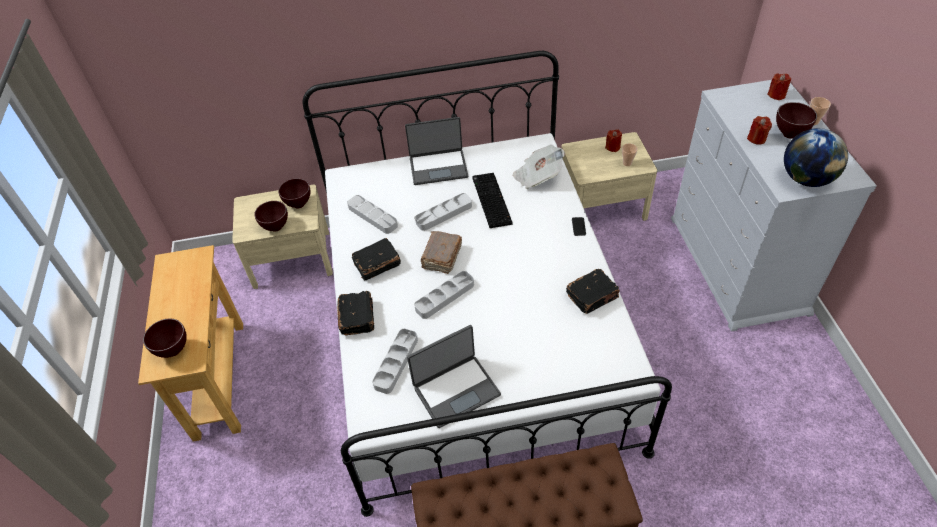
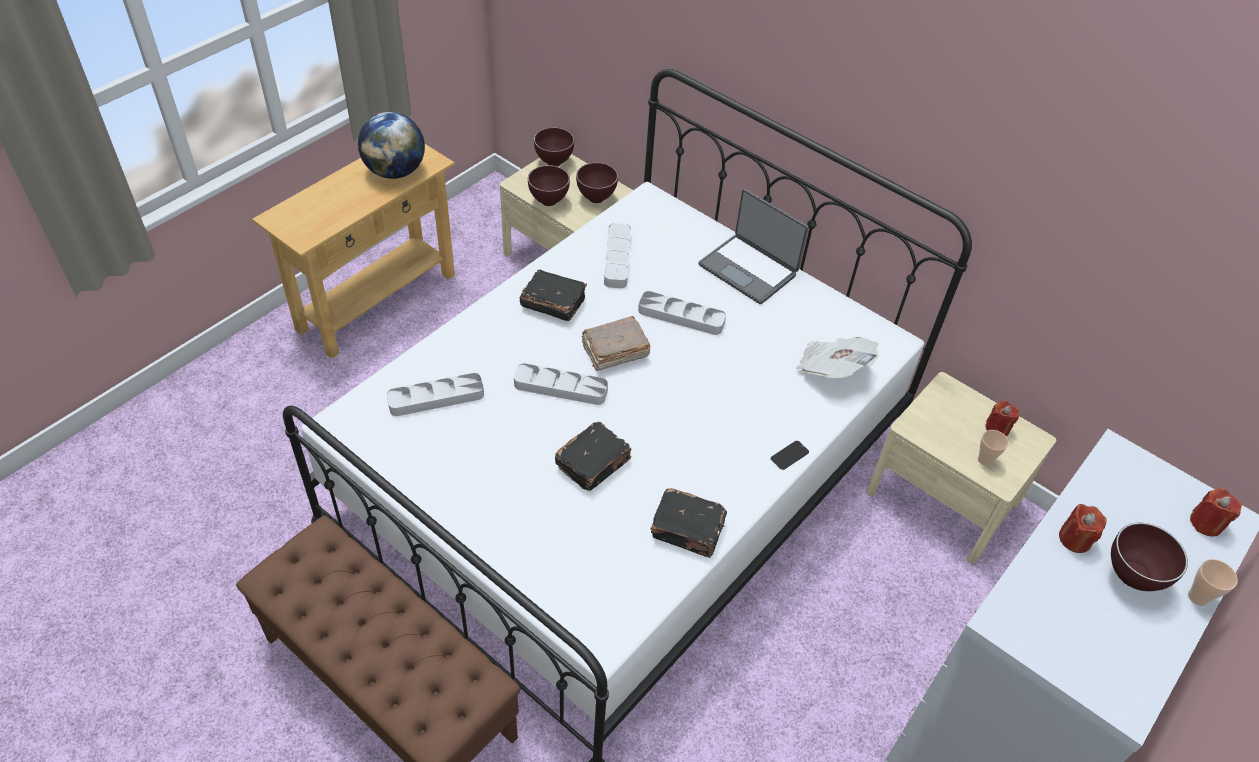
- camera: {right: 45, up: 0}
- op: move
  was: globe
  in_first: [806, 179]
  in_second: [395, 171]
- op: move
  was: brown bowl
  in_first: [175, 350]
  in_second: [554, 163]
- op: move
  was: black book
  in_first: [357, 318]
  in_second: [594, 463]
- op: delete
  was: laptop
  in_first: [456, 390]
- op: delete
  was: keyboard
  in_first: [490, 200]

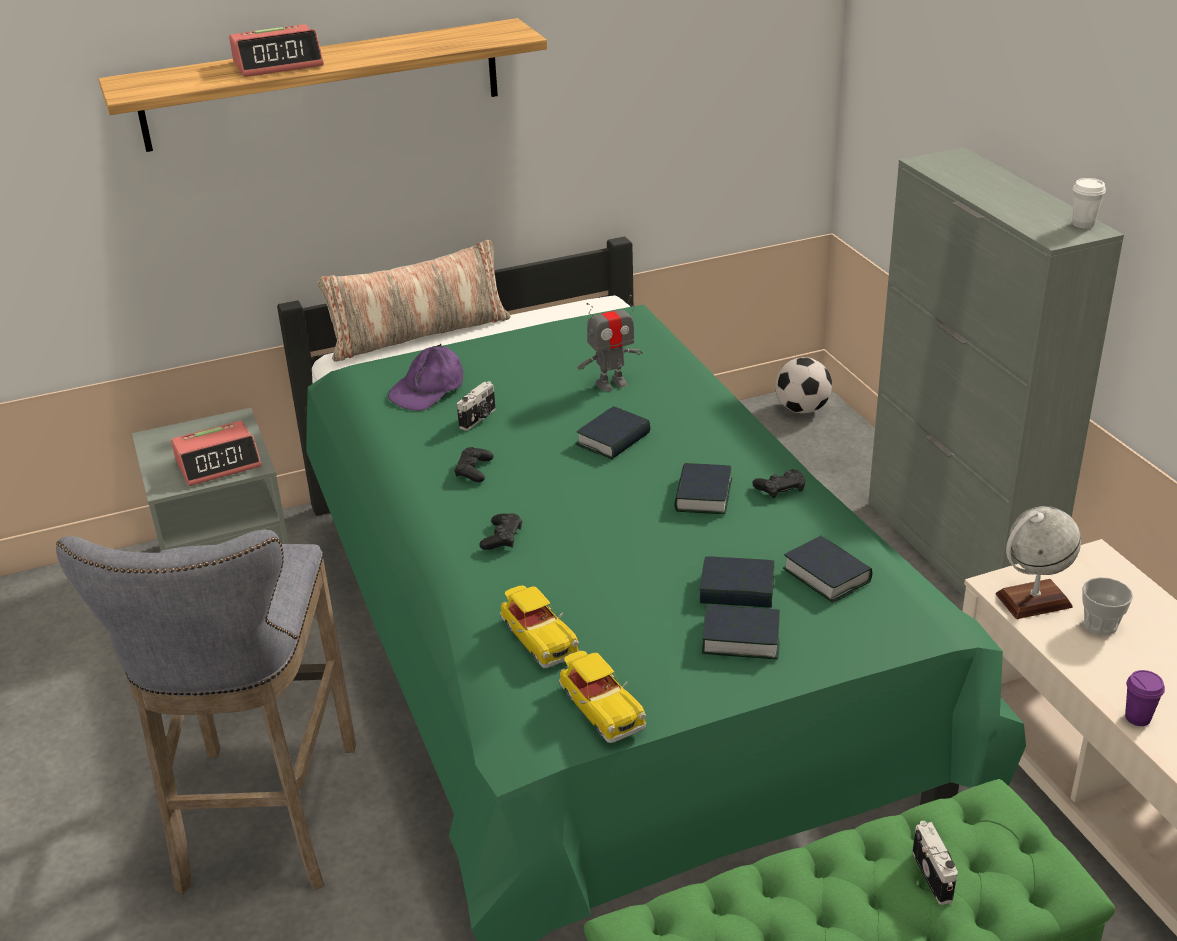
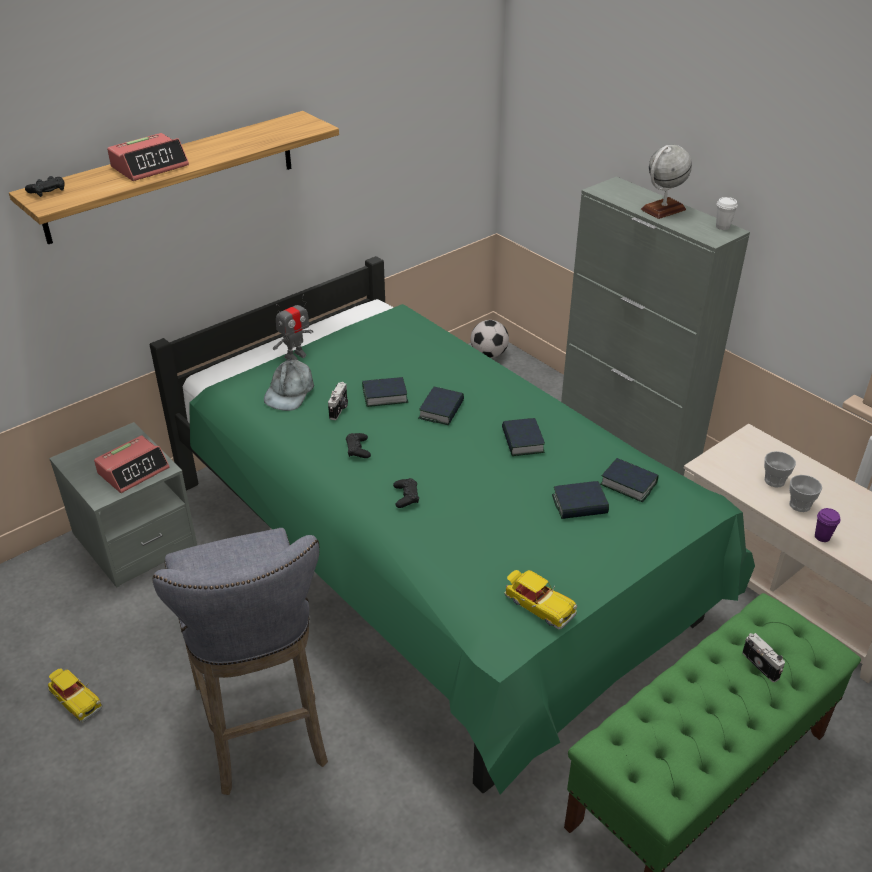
- camera: {right: -20, up: 5}
- op: move
  was: black game controller
  in_first: [780, 488]
  in_second: [47, 191]
- op: move
  was: toy car
  in_first: [538, 637]
  in_second: [75, 699]
- op: recolor
  was: purple cap
  now: grey cap
  in_first: [428, 389]
  in_second: [290, 392]
- op: move
  was: toy robot
  in_first: [611, 383]
  in_second: [295, 355]
- op: move
  was: book
  in_first: [740, 638]
  in_second: [385, 396]
- op: move
  was: globe
  in_first: [1033, 600]
  in_second: [663, 209]
- op: insert
  now: cup
  in_second: [799, 505]
- op: delete
  was: pillow
  in_first: [419, 334]

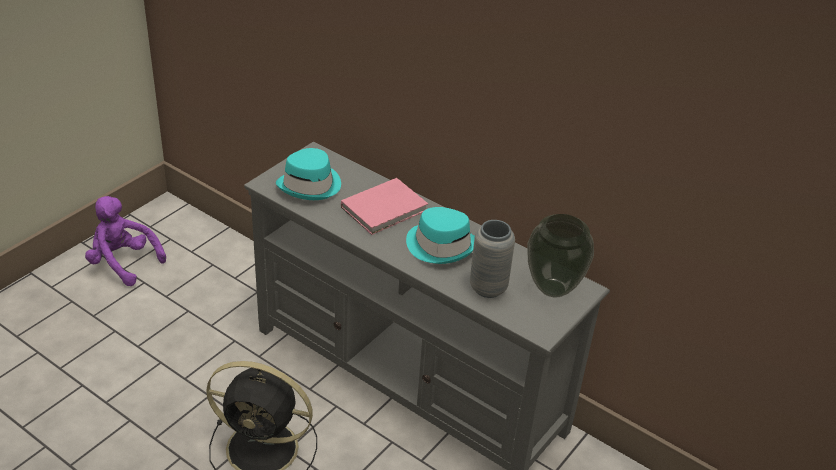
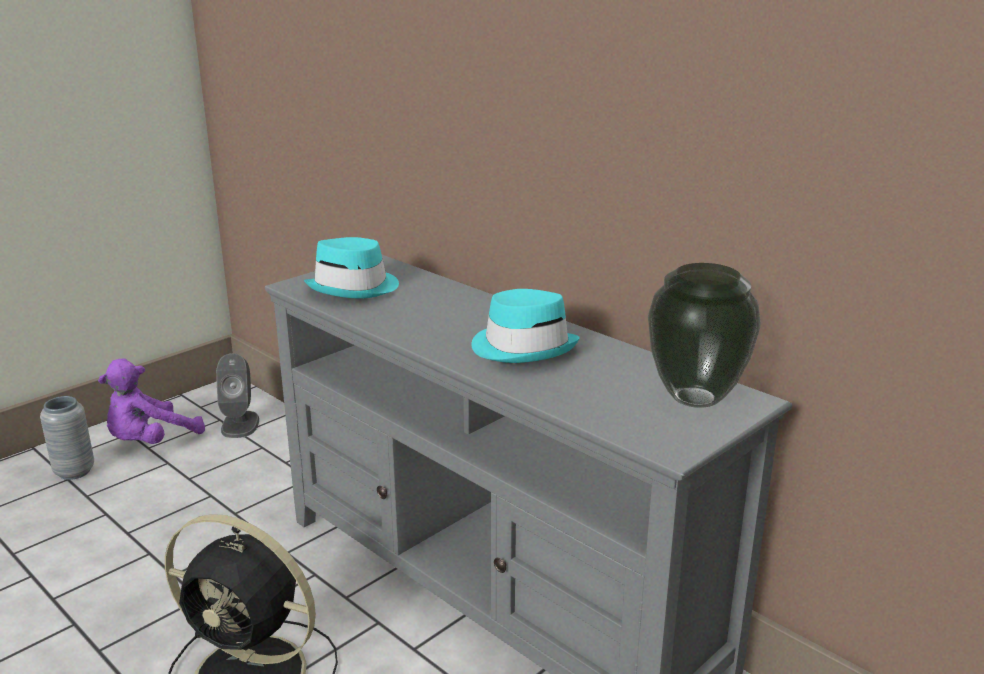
- camera: {right: 10, up: -15}
- op: move
  was: grey vase
  in_first: [488, 288]
  in_second: [74, 471]
- op: rotate
  was: purple plush toy
  in_first: [123, 263]
  in_second: [150, 442]
  clockwise: -90
- op: insert
  now: grey speaker
  in_second: [240, 424]
- op: delete
  was: pink book
  in_first: [386, 209]

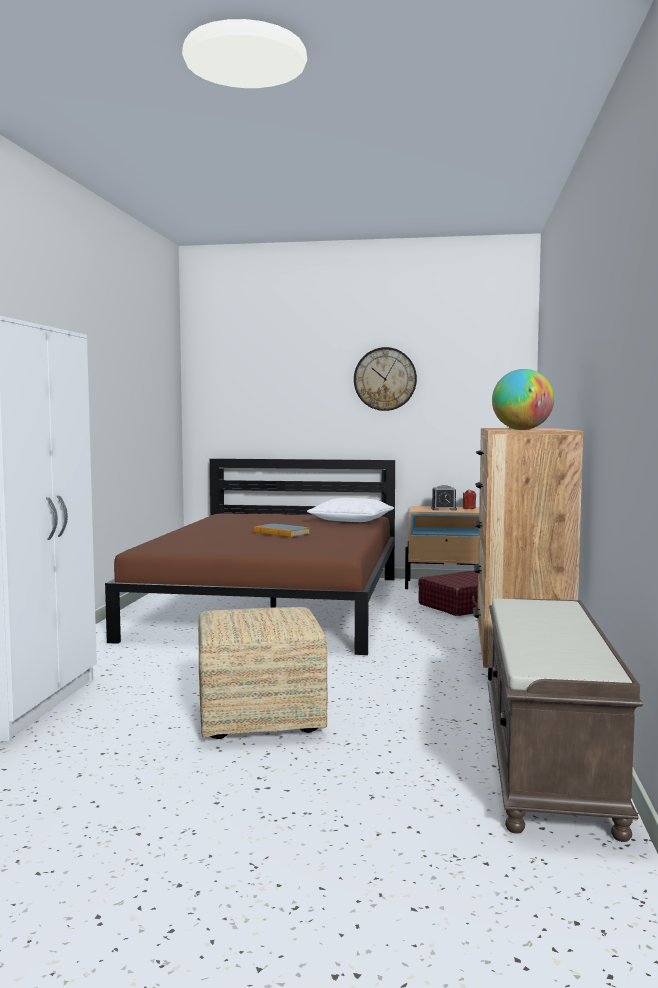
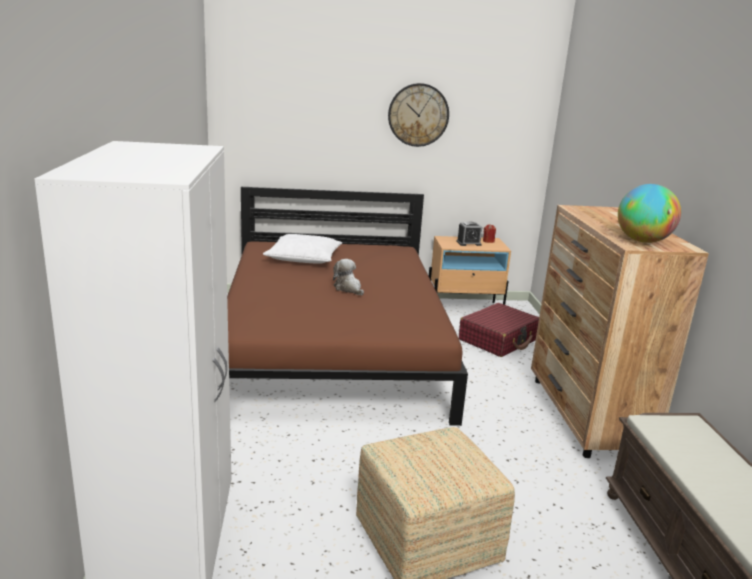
- camera: {right: -15, up: 15}
- op: move
  was: white pillow
  in_first: [351, 520]
  in_second: [303, 258]
- op: replace
  was: book
  now: plush toy
  in_first: [281, 533]
  in_second: [348, 288]

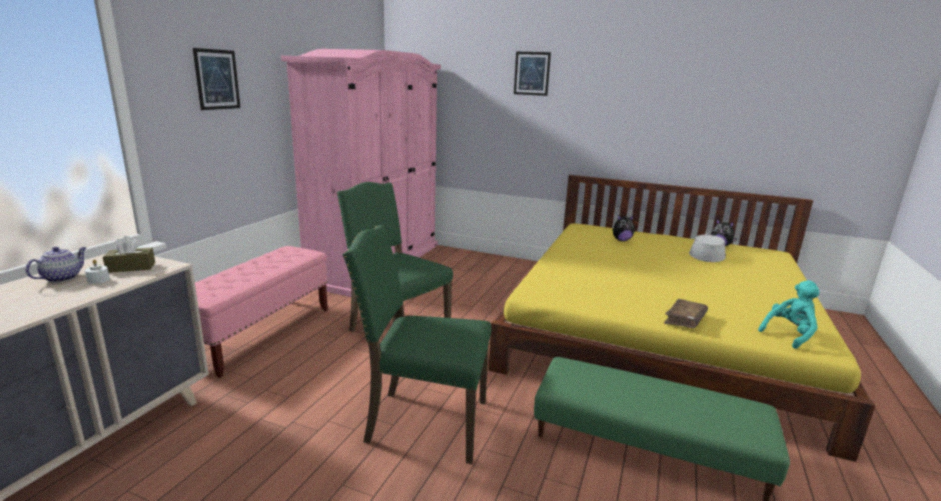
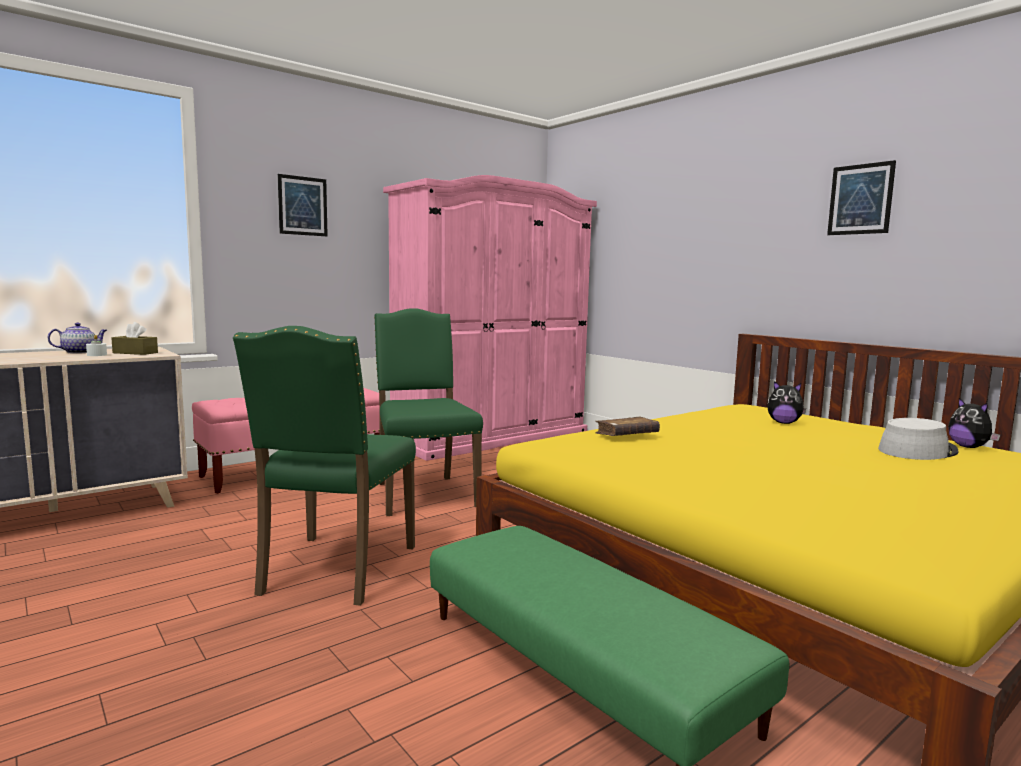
- camera: {right: 30, up: -10}
- op: rotate
  was: green chair
  in_first: [424, 422]
  in_second: [335, 570]
  clockwise: -120
- op: move
  was: brown book
  in_first: [685, 320]
  in_second: [626, 435]
- op: move
  was: picture
  in_first: [532, 73]
  in_second: [860, 199]
- op: delete
  was: turquoise plush toy
  in_first: [789, 334]

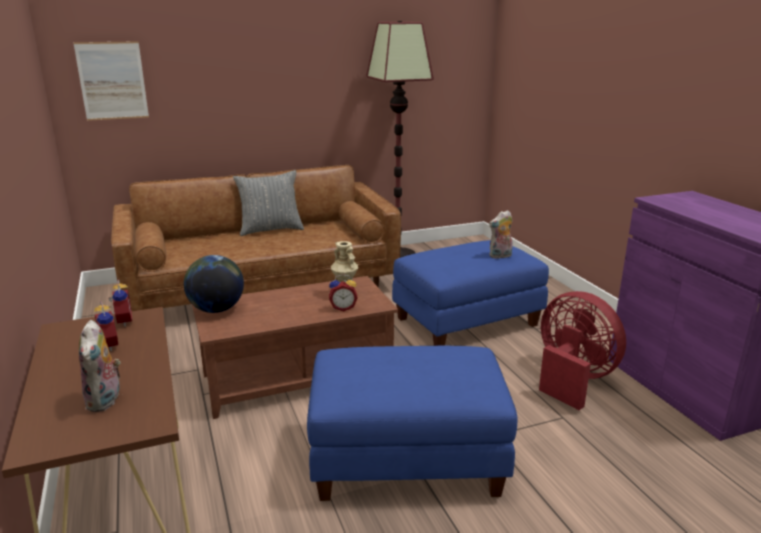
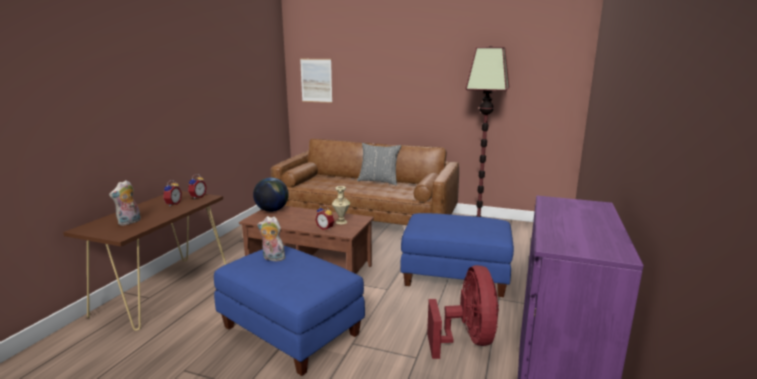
- camera: {right: 40, up: -5}
- op: move
  was: plush toy
  in_first: [500, 256]
  in_second: [272, 258]

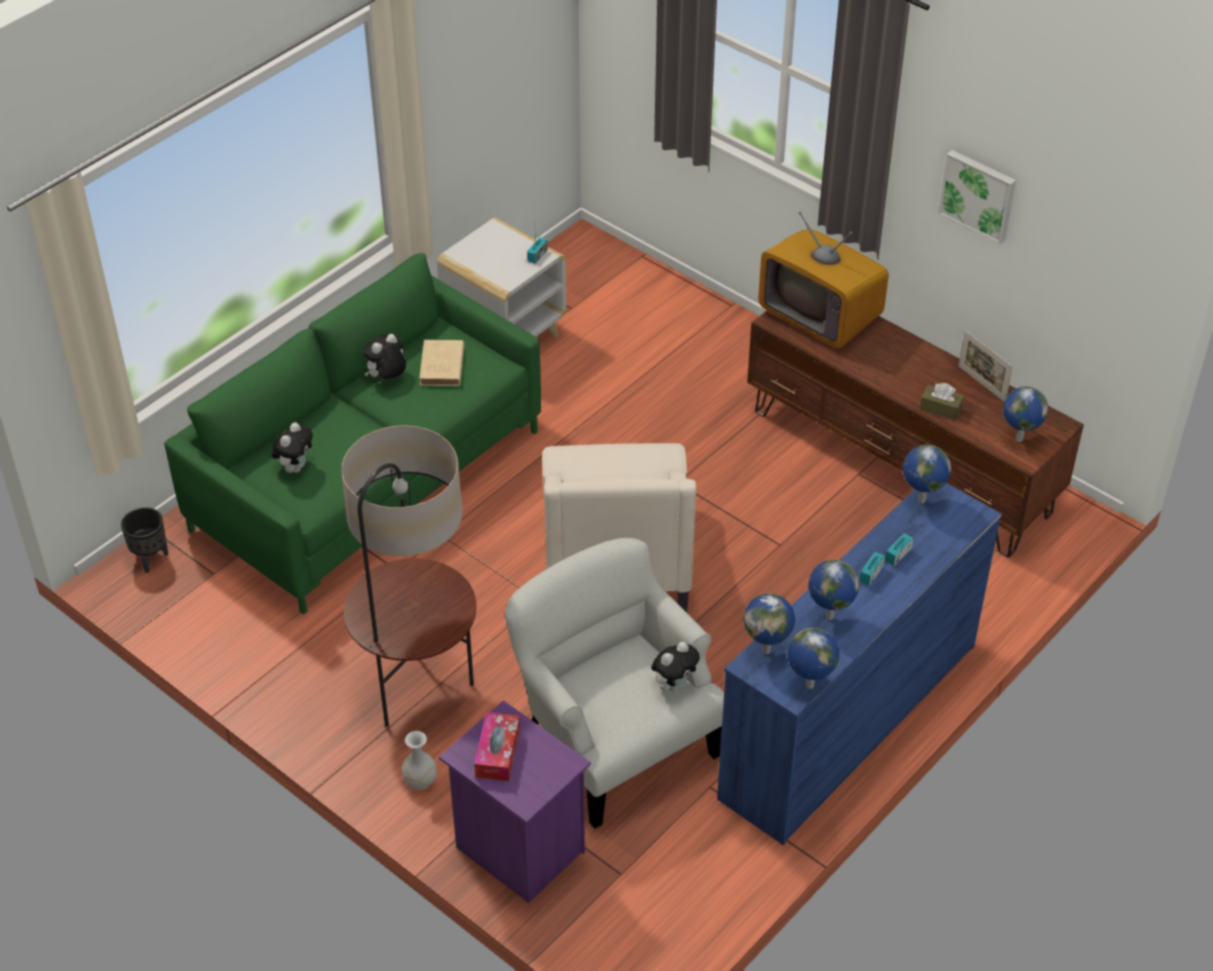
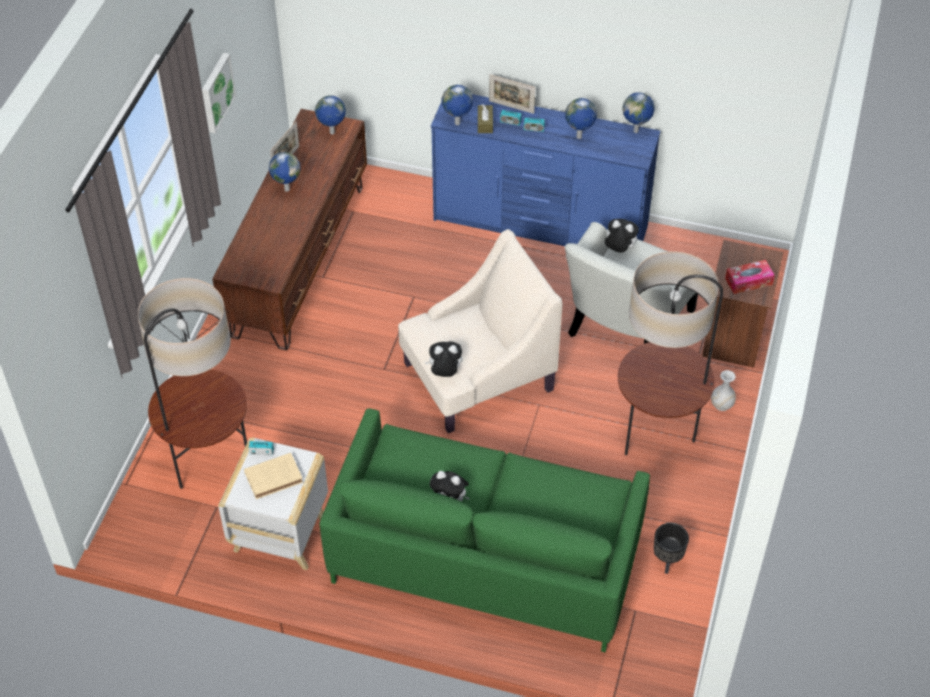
- camera: {right: -115, up: 5}
- op: insert
  now: floor lamp
  in_second: [209, 465]
- op: move
  was: beige book
  in_first: [442, 367]
  in_second: [275, 477]
- op: move
  was: globe
  in_first: [767, 650]
  in_second: [286, 189]
- op: move
  was: plush toy
  in_first: [295, 467]
  in_second: [444, 373]
- op: move
  was: brown tissue box
  in_first: [941, 408]
  in_second: [485, 123]
- op: insert
  now: picture frame
  in_second: [511, 107]
- op: move
  was: black planter
  in_first: [150, 559]
  in_second: [667, 561]
- op: recolor
  was: purple nightstand
  now: brown nightstand
  in_first: [518, 850]
  in_second: [735, 338]
- op: delete
  was: television
  in_first: [820, 315]

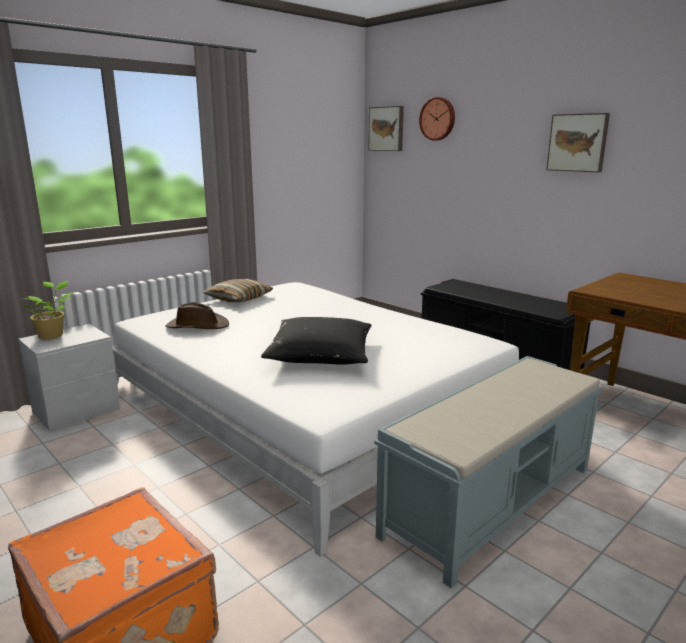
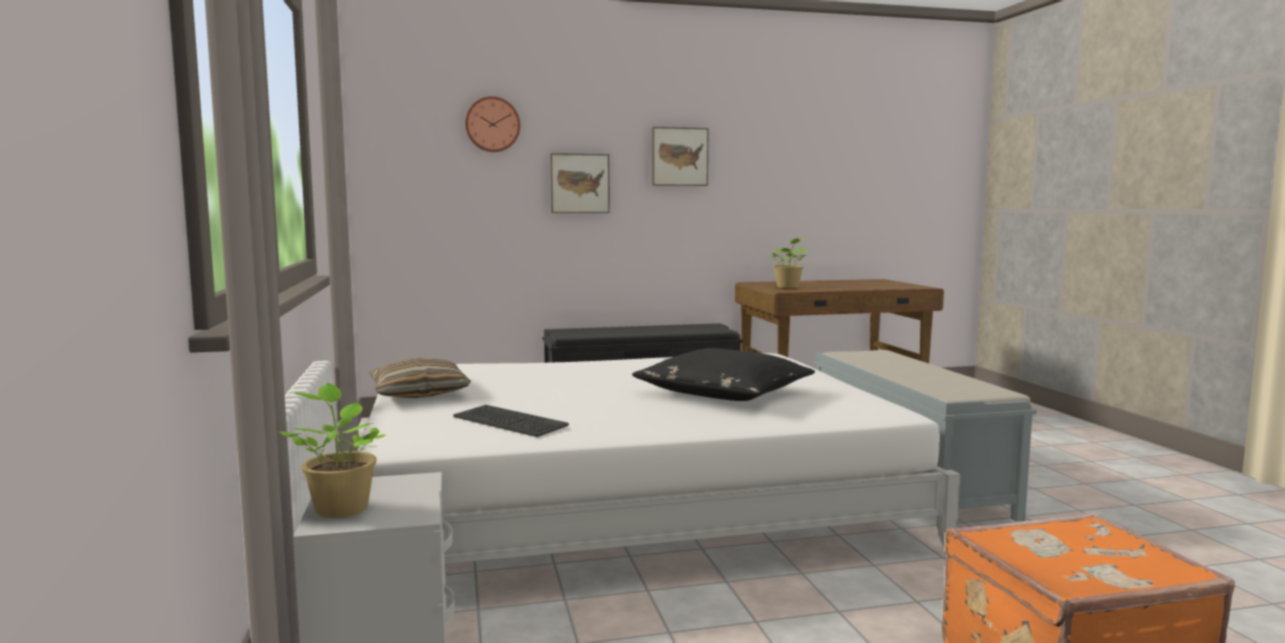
- camera: {right: -60, up: -10}
- op: replace
  was: brown hat
  now: keyboard
  in_first: [197, 326]
  in_second: [508, 422]
- op: move
  was: picture
  in_first: [387, 129]
  in_second: [579, 183]
- op: insert
  now: potted plant
  in_second: [788, 287]

